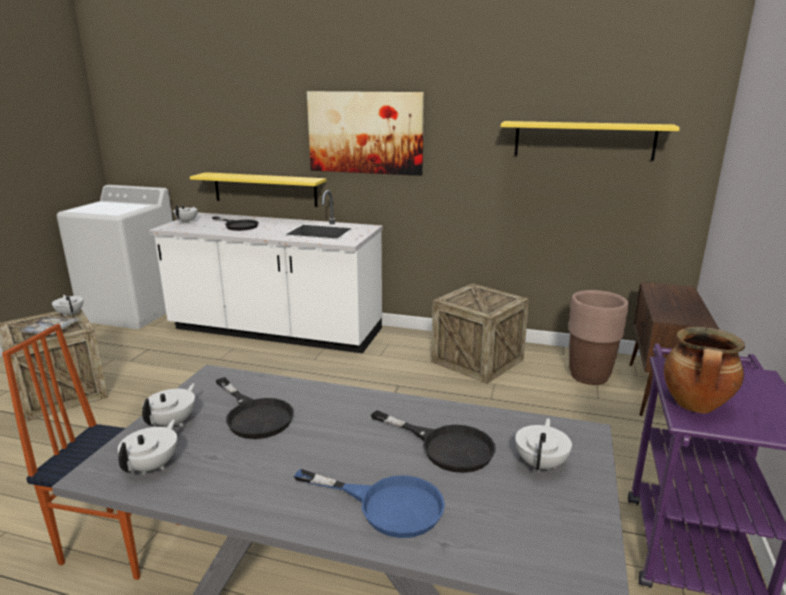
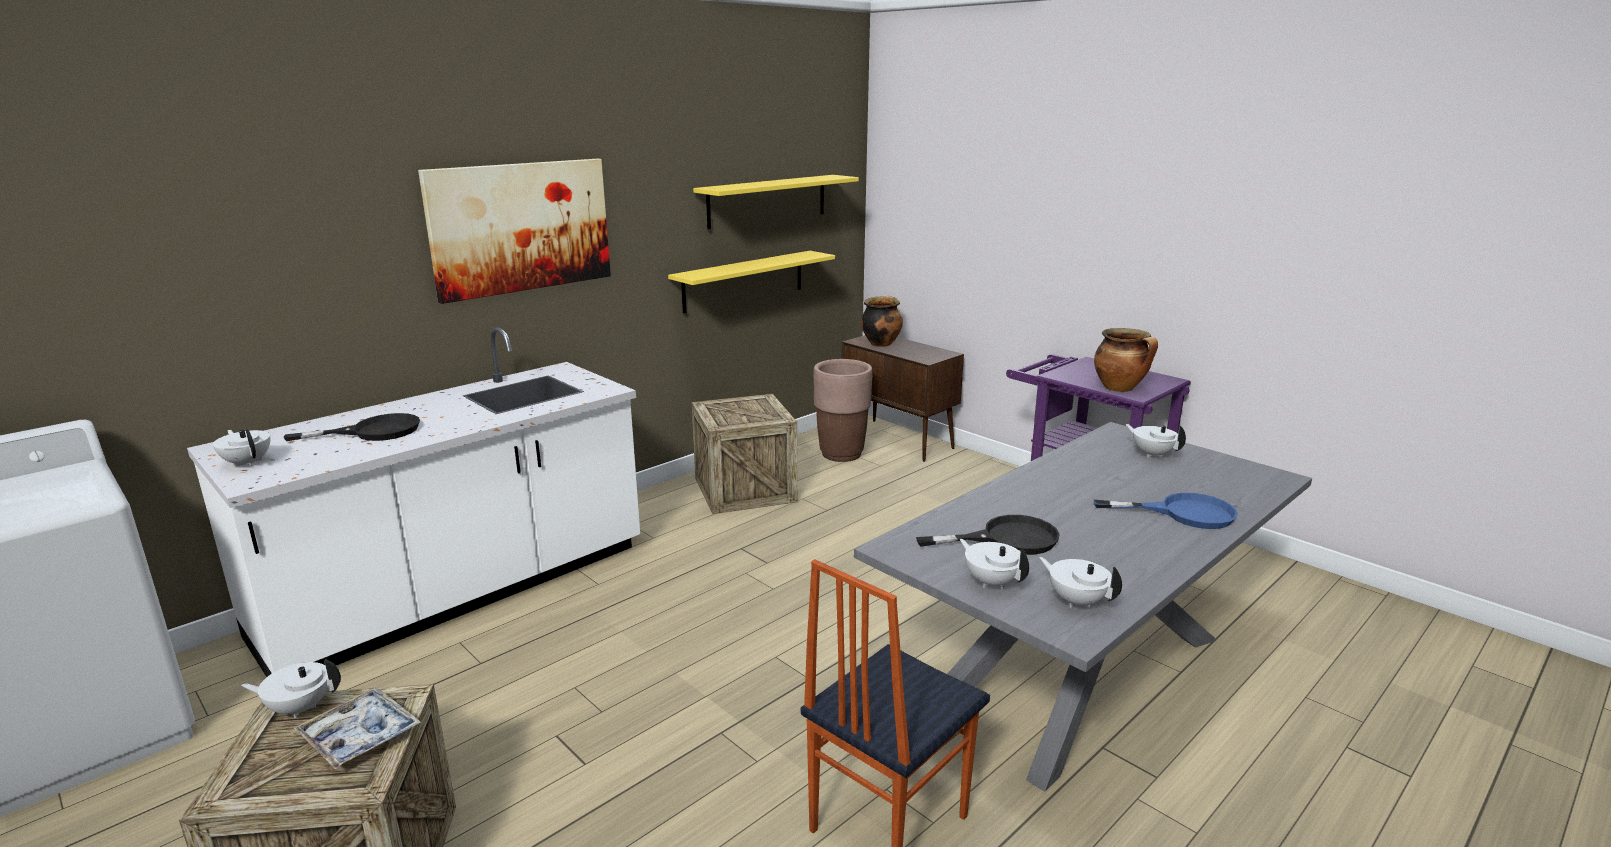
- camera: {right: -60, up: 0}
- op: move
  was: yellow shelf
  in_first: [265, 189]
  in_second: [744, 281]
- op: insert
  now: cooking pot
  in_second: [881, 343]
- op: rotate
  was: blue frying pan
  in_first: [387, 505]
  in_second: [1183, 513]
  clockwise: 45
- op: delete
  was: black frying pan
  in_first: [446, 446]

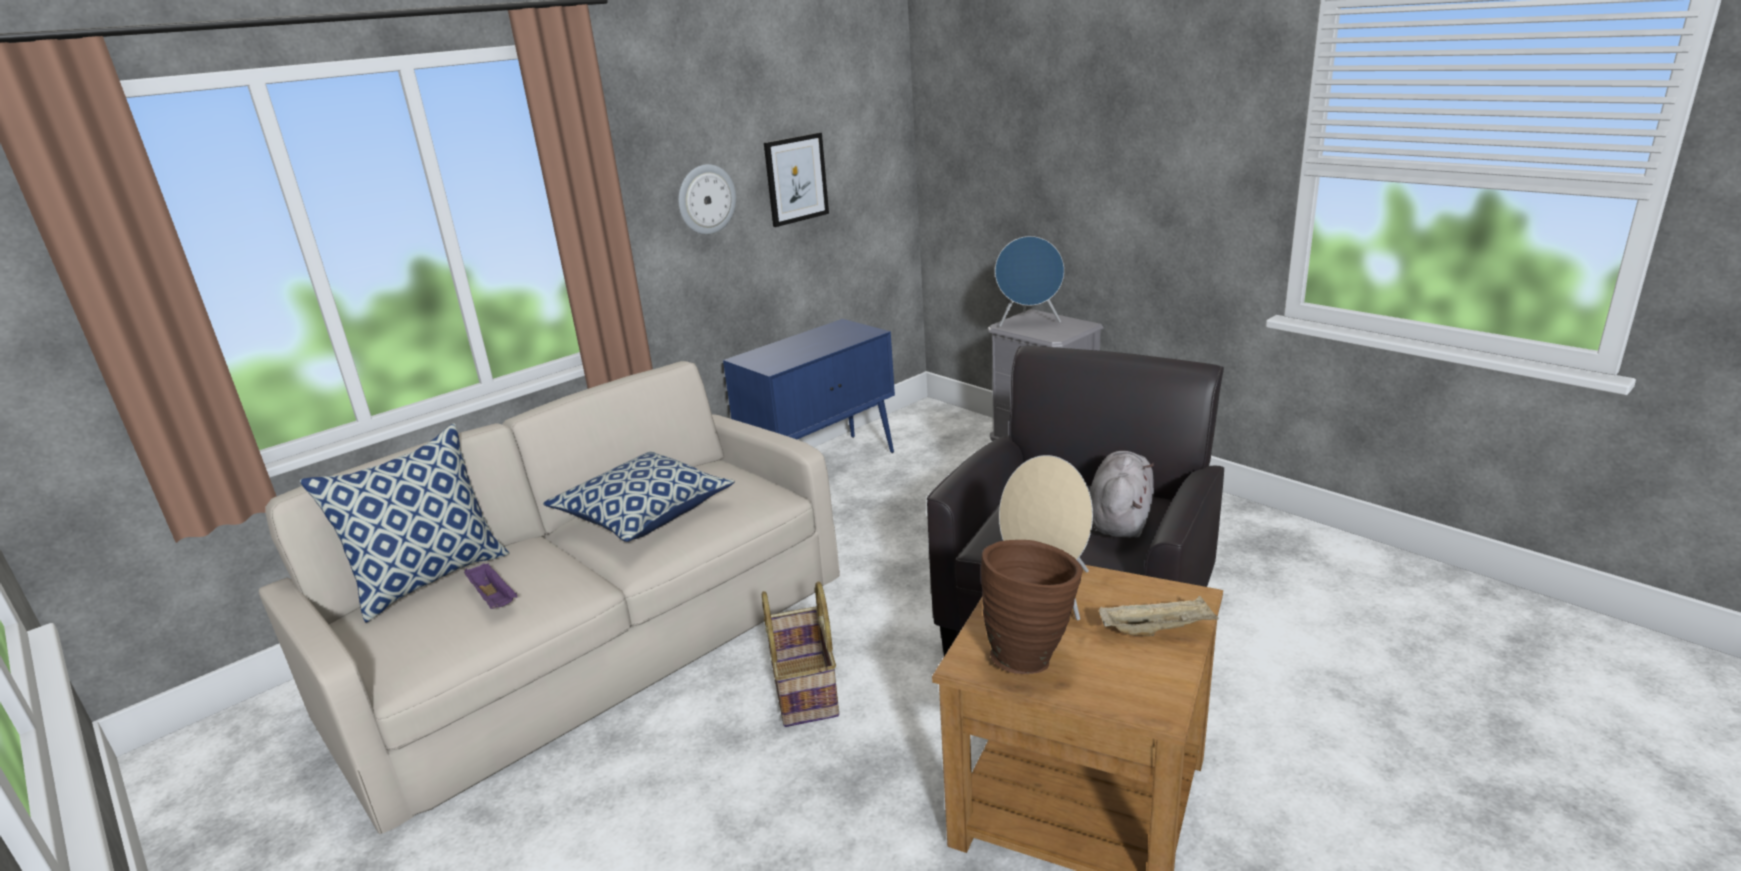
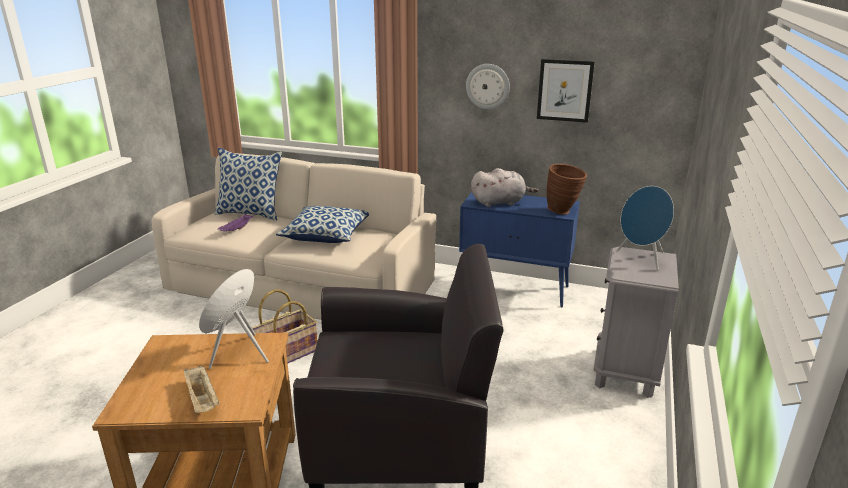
- camera: {right: 60, up: 0}
- op: move
  was: grey plush toy
  in_first: [1120, 519]
  in_second: [500, 202]
- op: move
  was: brown vase
  in_first: [1031, 656]
  in_second: [563, 212]

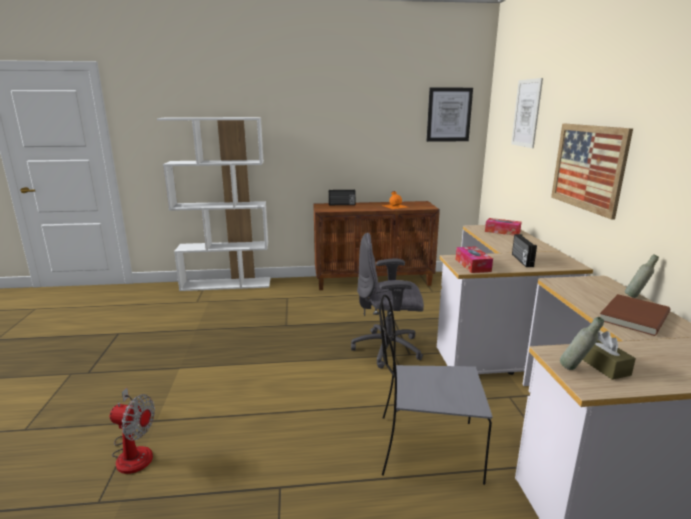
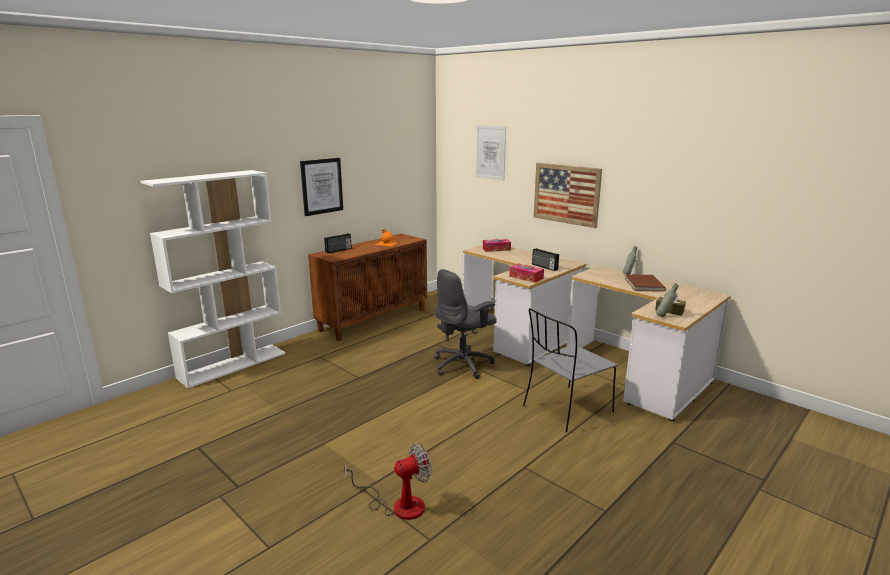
- camera: {right: -40, up: 0}
- op: move
  was: picture
  in_first: [449, 114]
  in_second: [321, 186]

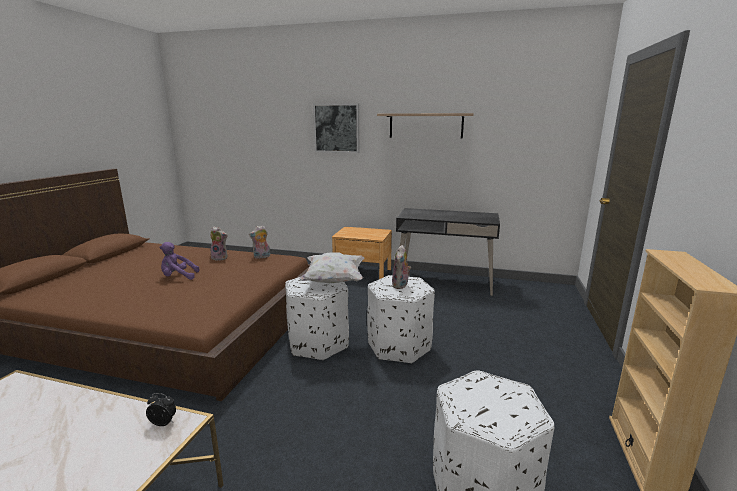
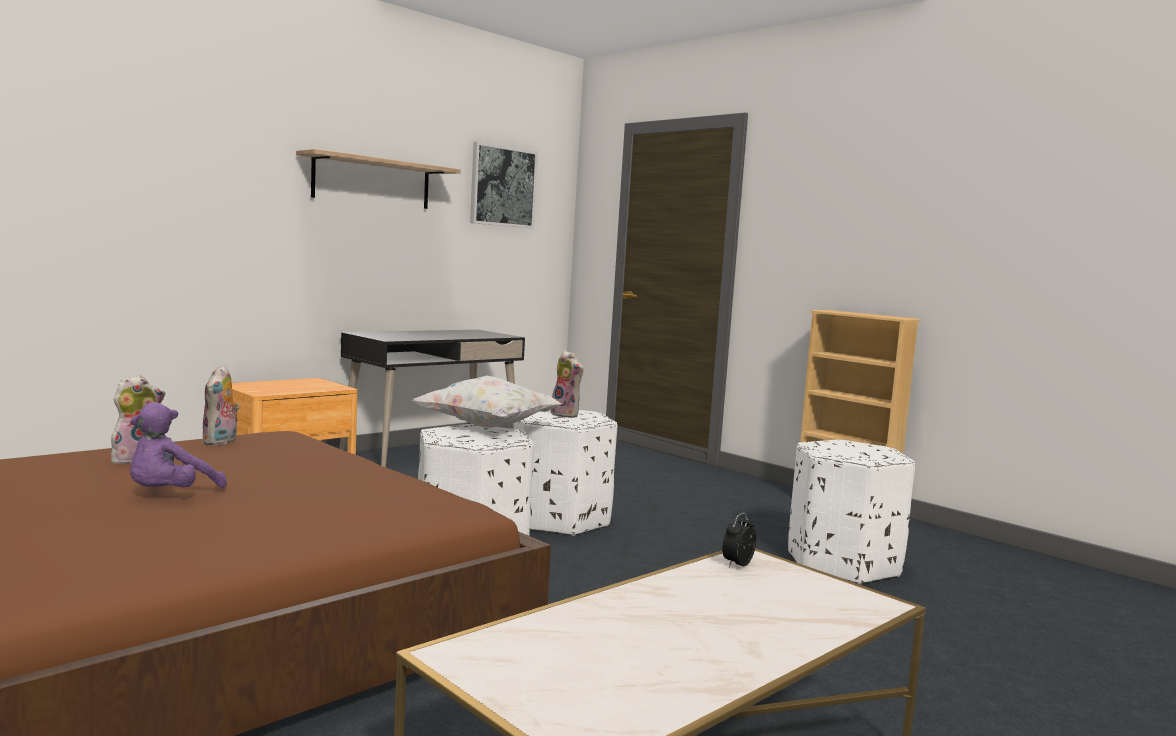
- camera: {right: -60, up: -10}
- op: move
  was: picture
  in_first: [336, 128]
  in_second: [502, 186]

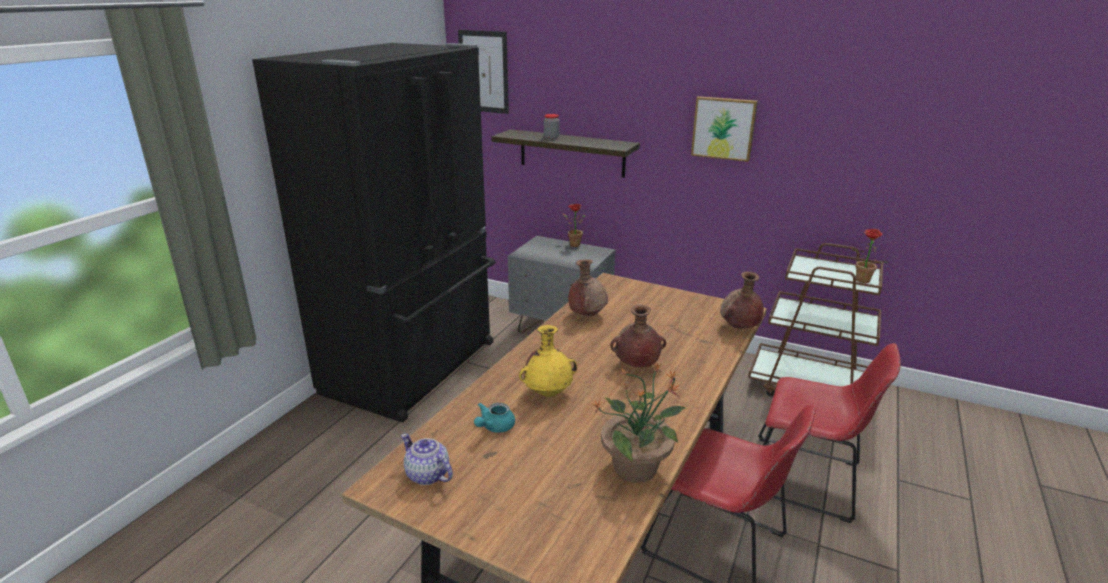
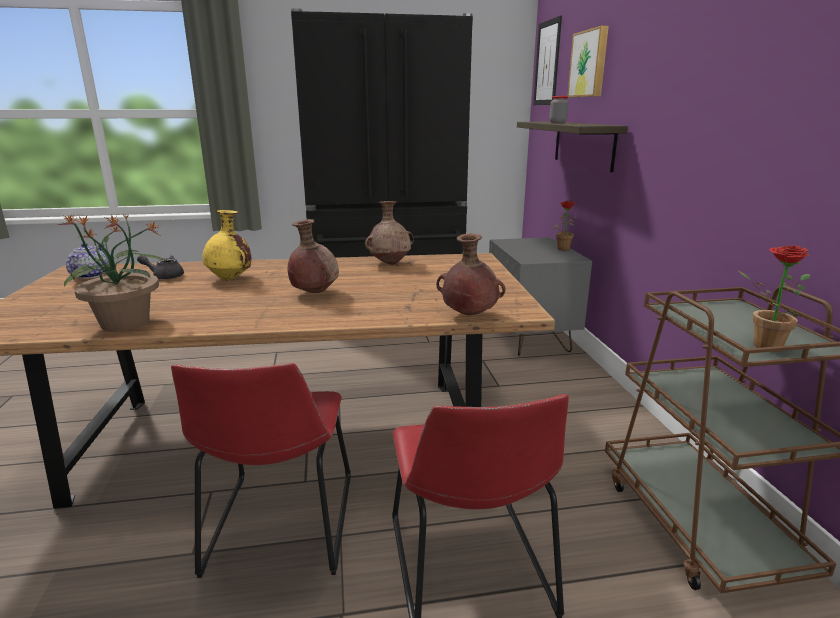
- camera: {right: 55, up: -5}
- op: recolor
  was: turquoise teapot
  now: grey teapot
  in_first: [494, 427]
  in_second: [165, 276]
- op: move
  was: picture
  in_first: [724, 128]
  in_second: [590, 64]

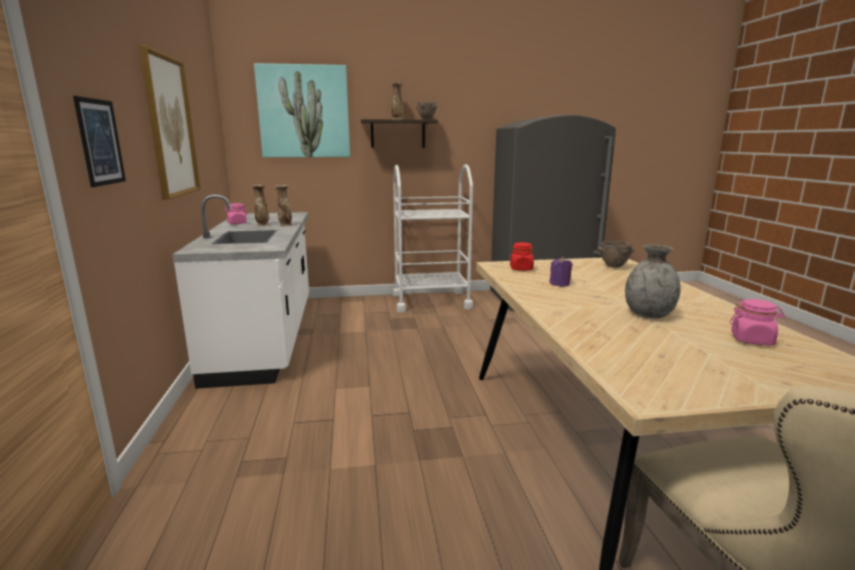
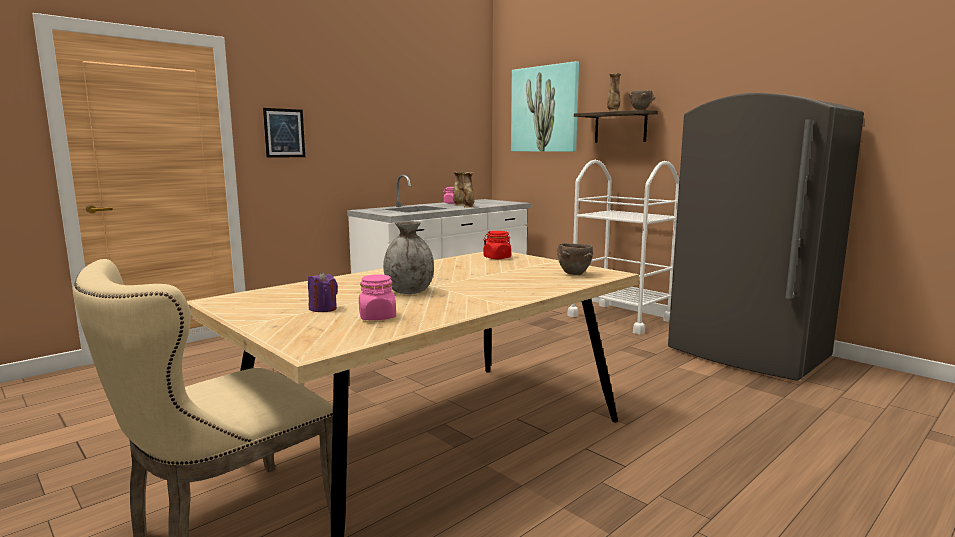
- camera: {right: 55, up: -5}
- op: move
  was: purple candle
  in_first: [560, 284]
  in_second: [323, 309]
- op: delete
  was: picture
  in_first: [170, 127]

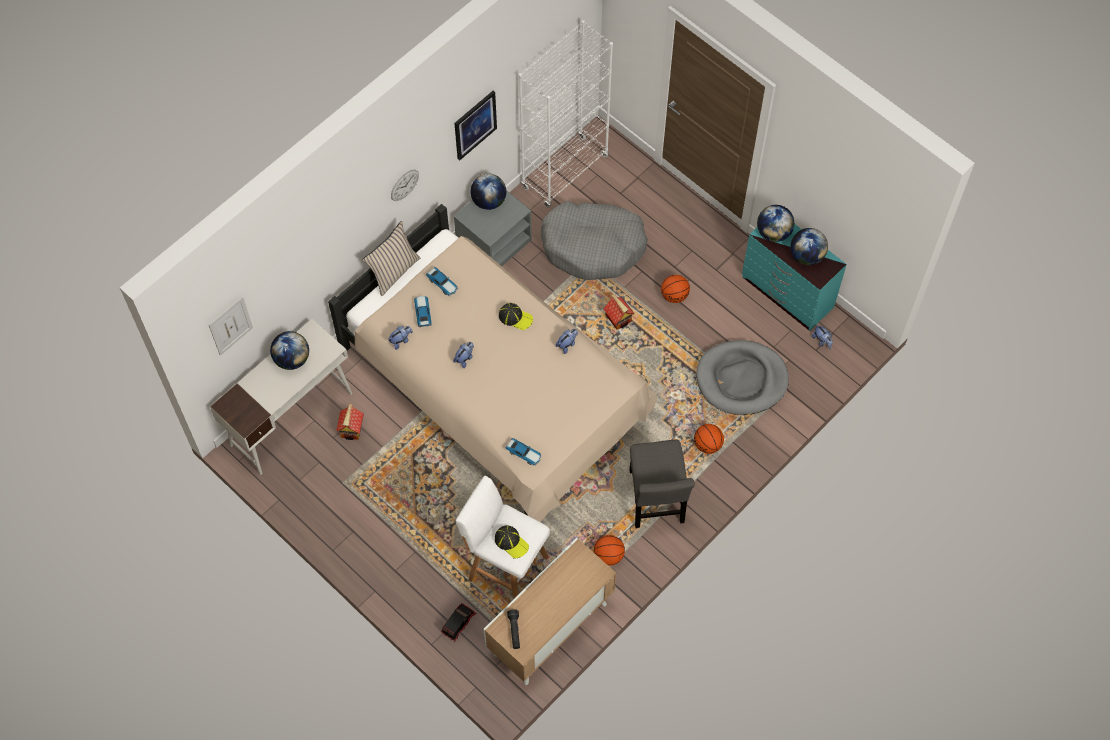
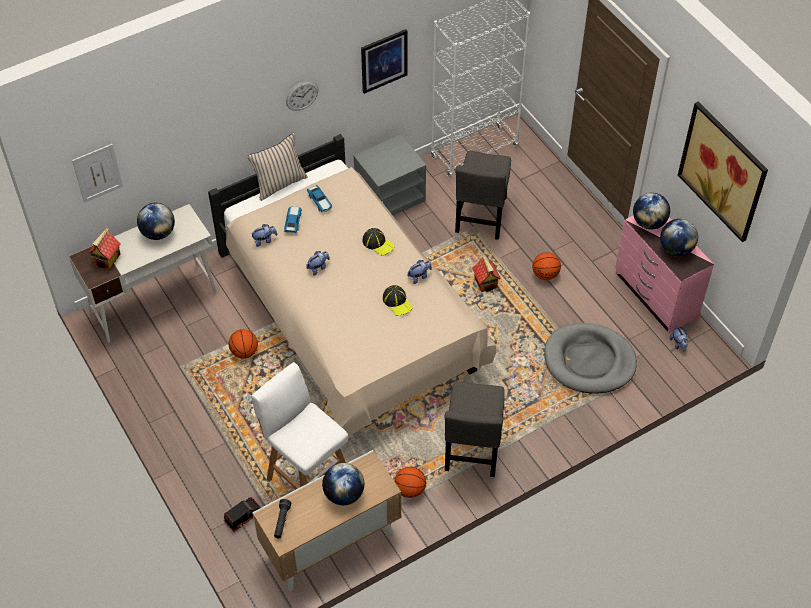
- camera: {right: 15, up: -10}
- op: move
  was: toy house
  in_first: [352, 429]
  in_second: [107, 259]
- op: move
  was: basketball
  in_first: [708, 445]
  in_second: [244, 352]
- op: move
  was: globe
  in_first: [489, 201]
  in_second: [344, 494]
- op: move
  was: cap
  in_first: [511, 542]
  in_second: [397, 302]
- op: replace
  was: grey dog bed
  now: grey chair
  in_first: [593, 246]
  in_second: [481, 217]
- op: recolor
  was: turquoise dresser
  now: pink dresser
  in_first: [787, 293]
  in_second: [655, 295]
- op: insert
  now: picture
  in_second: [723, 171]
- op: delete
  was: toy car
  in_first: [524, 454]

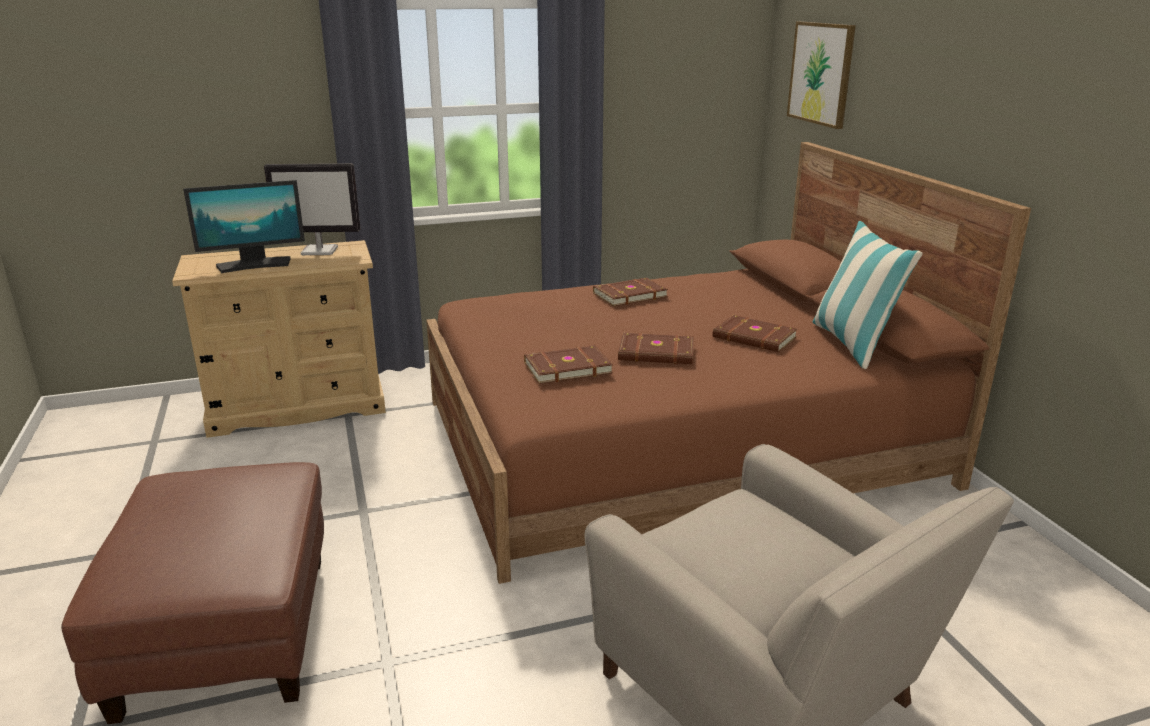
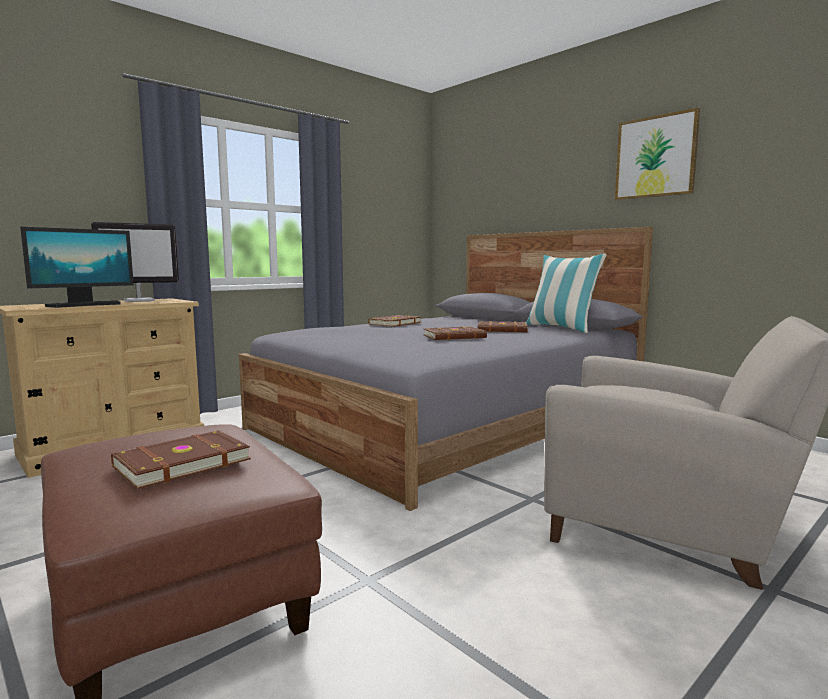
- camera: {right: -25, up: -15}
- op: move
  was: brown book
  in_first: [566, 367]
  in_second: [180, 463]
- op: recolor
  was: brown bed
  now: grey bed
  in_first: [677, 442]
  in_second: [451, 422]
- op: move
  was: picture
  in_first: [821, 73]
  in_second: [656, 157]

